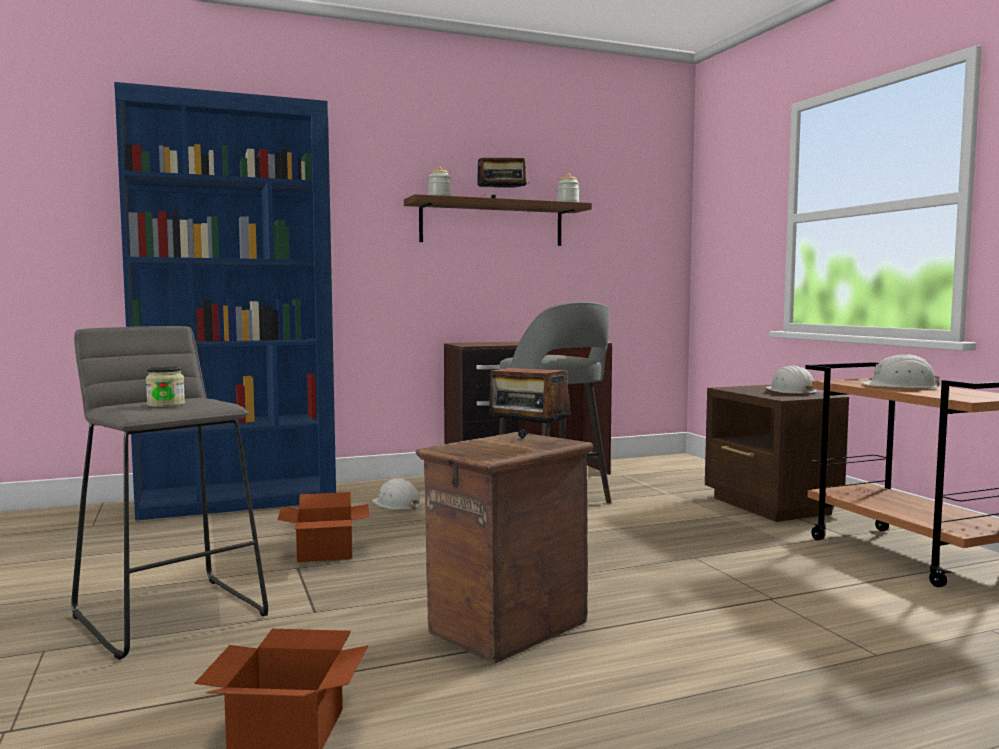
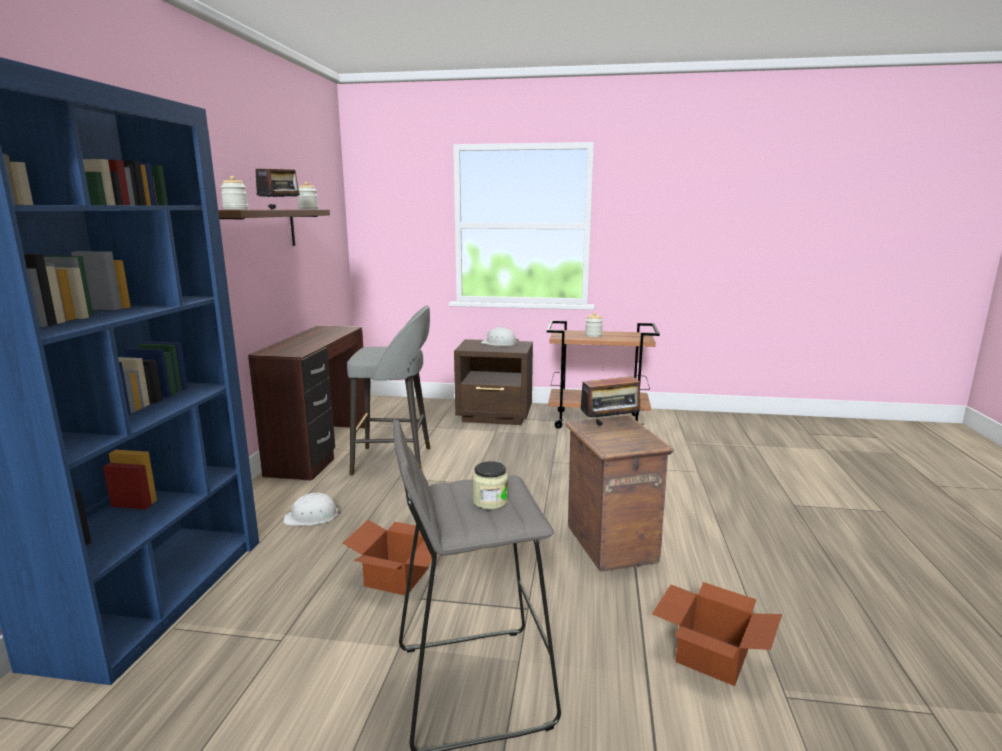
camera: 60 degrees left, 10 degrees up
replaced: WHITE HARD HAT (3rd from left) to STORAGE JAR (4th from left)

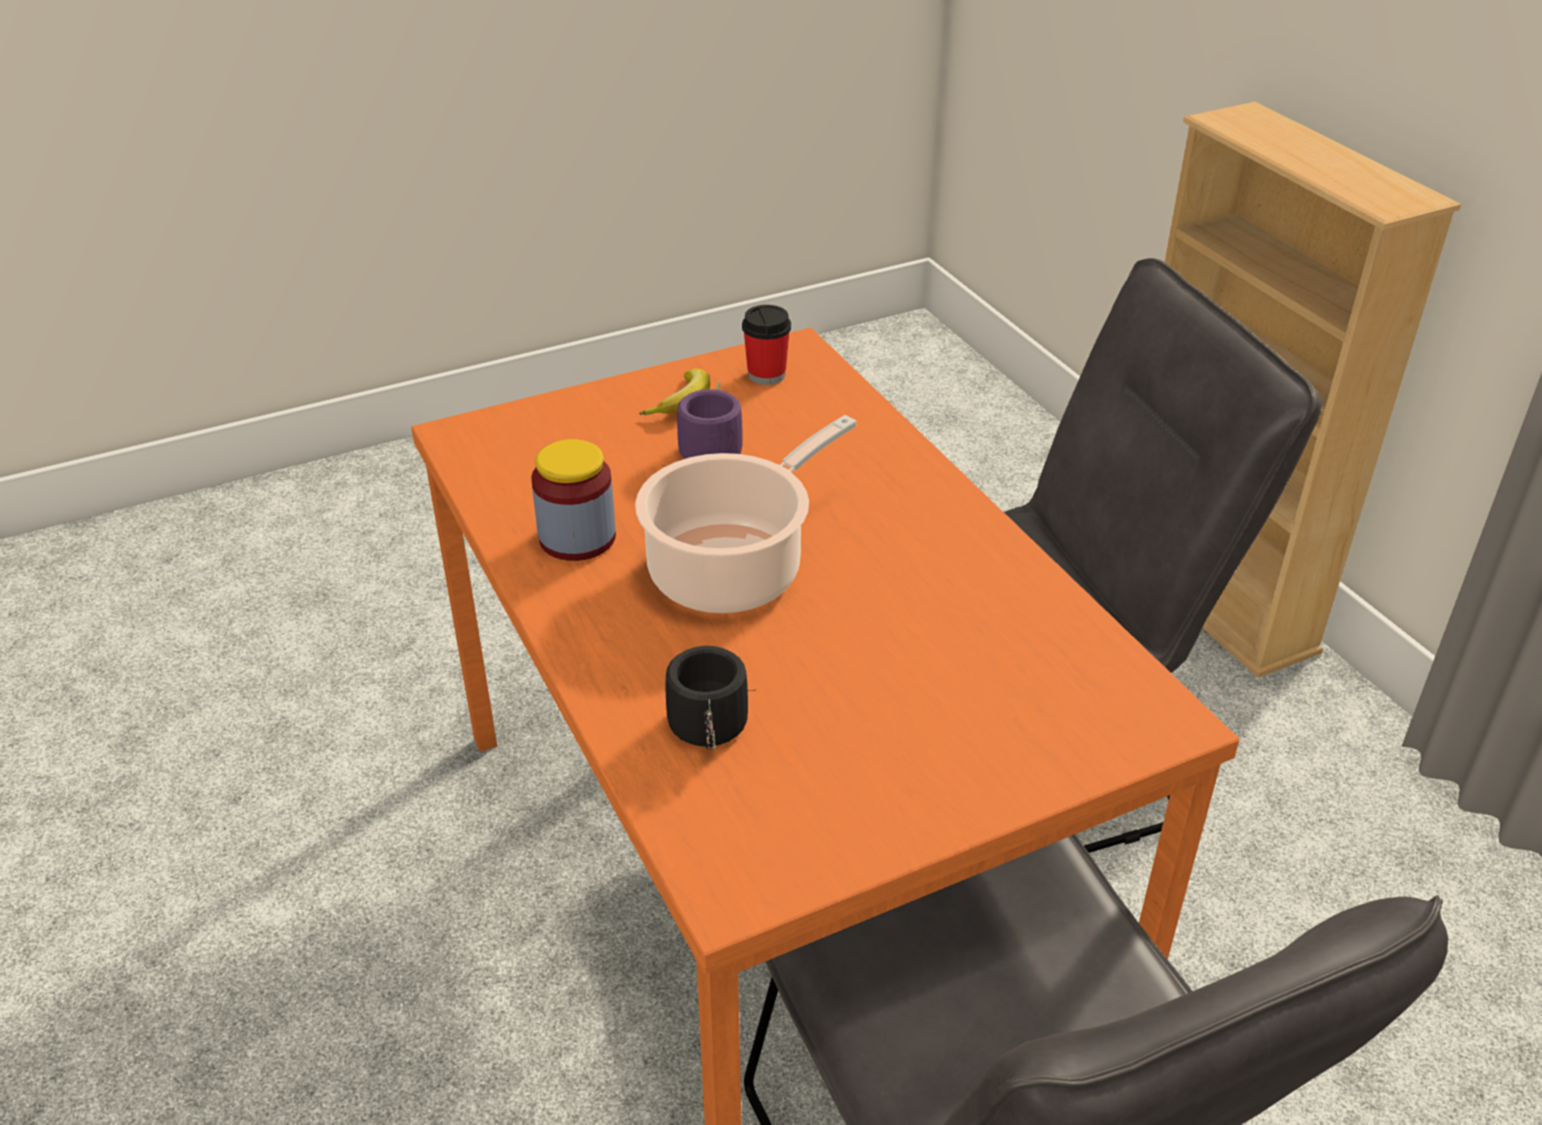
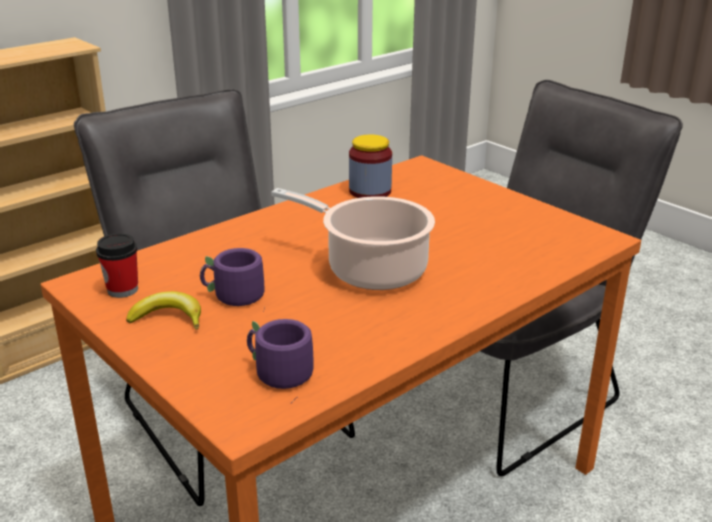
camera: 105 degrees left, 10 degrees down
removed: BLACK-COLOURED TEA MUG
added: PURPLISH TEA MUG (2nd from left)
moved: STORAGE JAR

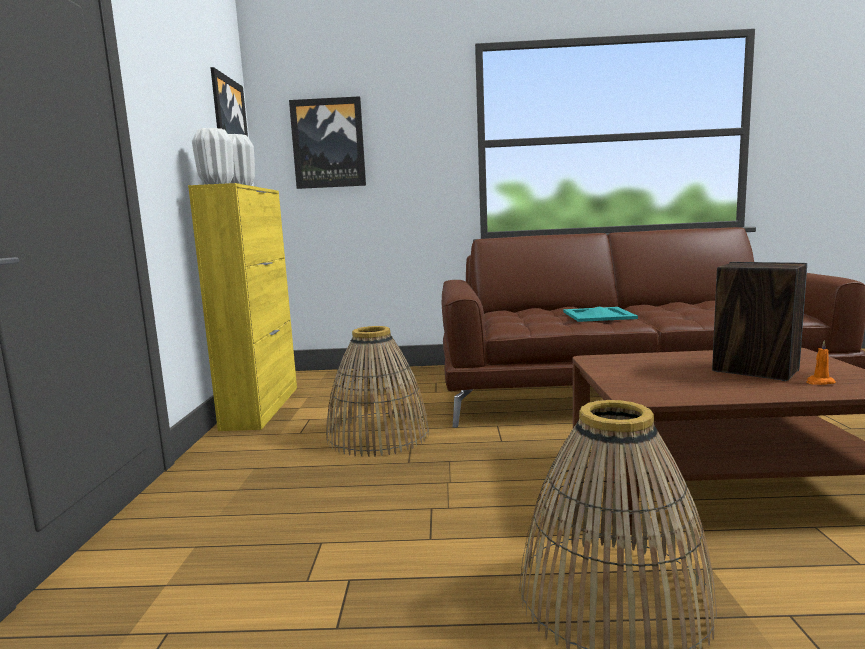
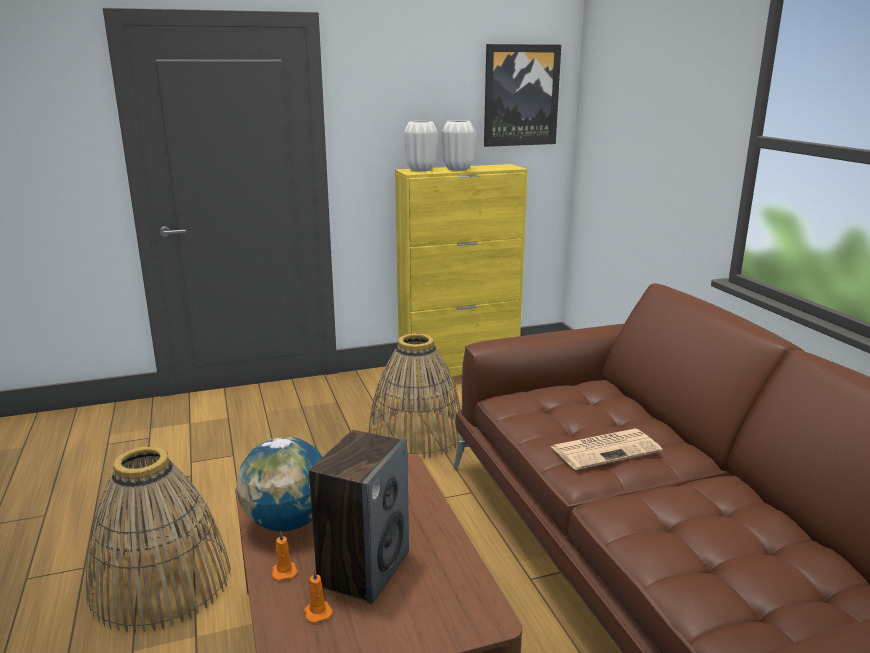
camera: 70 degrees right, 10 degrees up
removed: WALL PICTURE (2nd from left)
added: GLOBE; ORANGE-COLOURED WAX CANDLE (1st from left)
replaced: TURQUOISE SERVING TRAY to NEWSPAPER

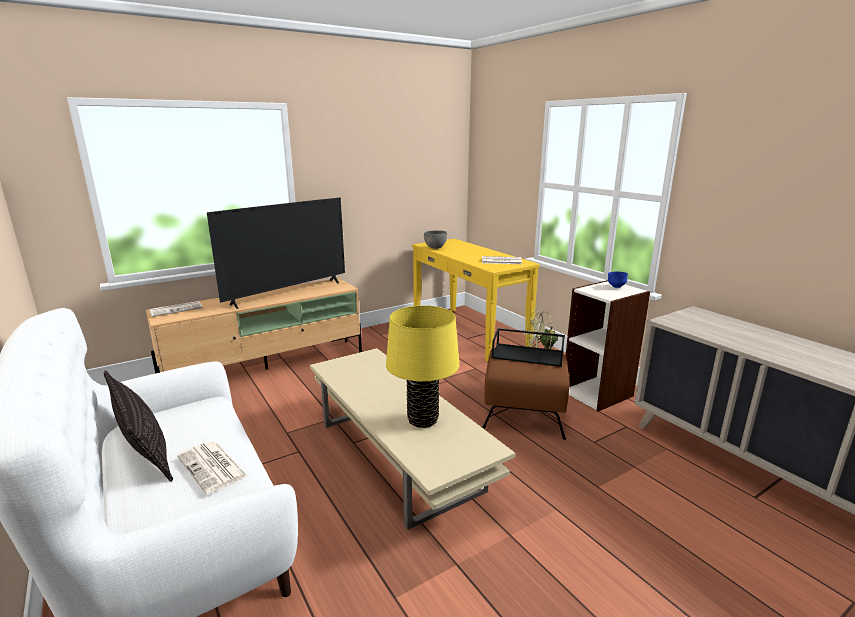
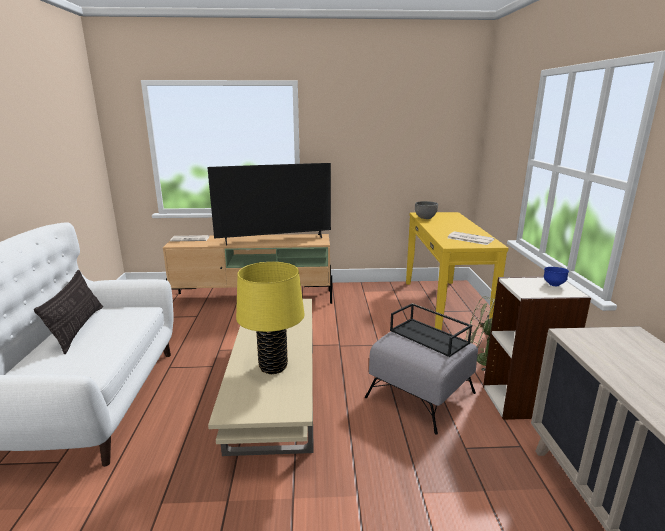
camera: 30 degrees right, 0 degrees up
removed: NEWSPAPER (2nd from left)
recoloured: BROWN POUFFE to GREY POUFFE

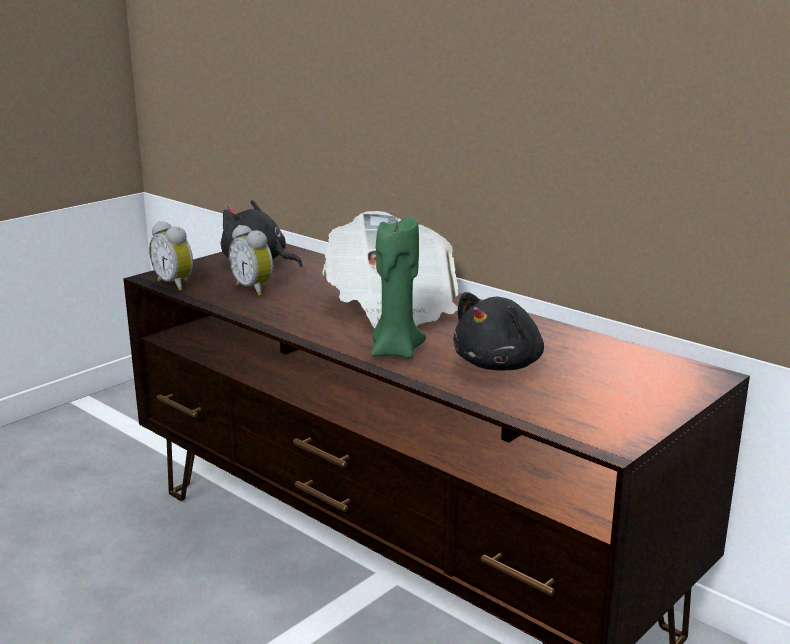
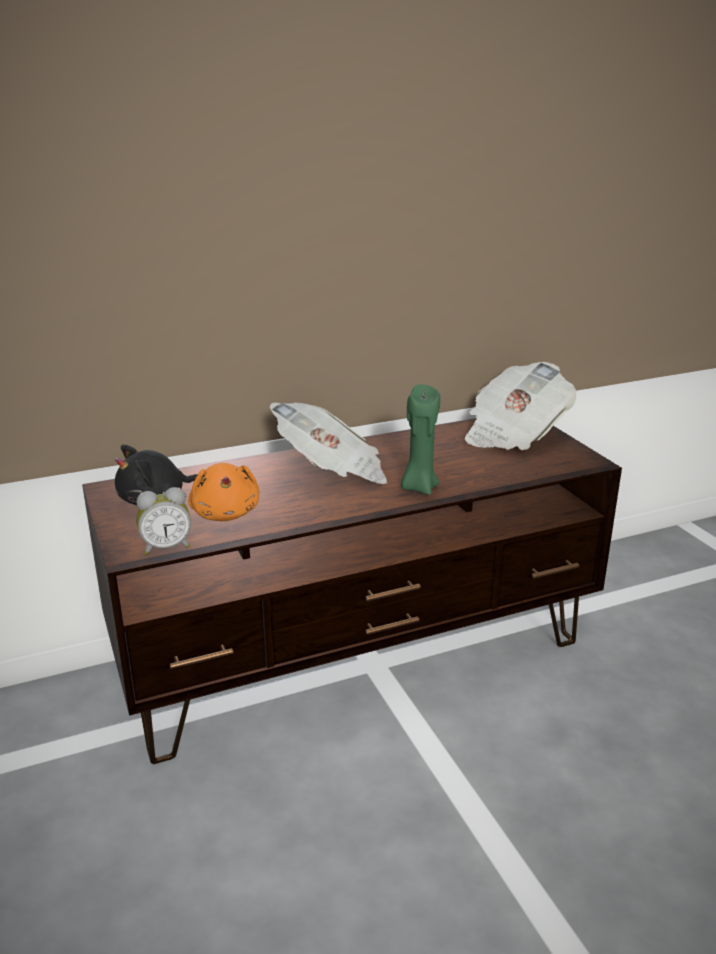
camera: 65 degrees left, 5 degrees up
removed: BLACK-COLOURED PLUSH TOY (2nd from left)
added: NEWSPAPER (2nd from left)
replaced: ALARM CLOCK (2nd from left) to ORANGE-COLOURED PLUSH TOY

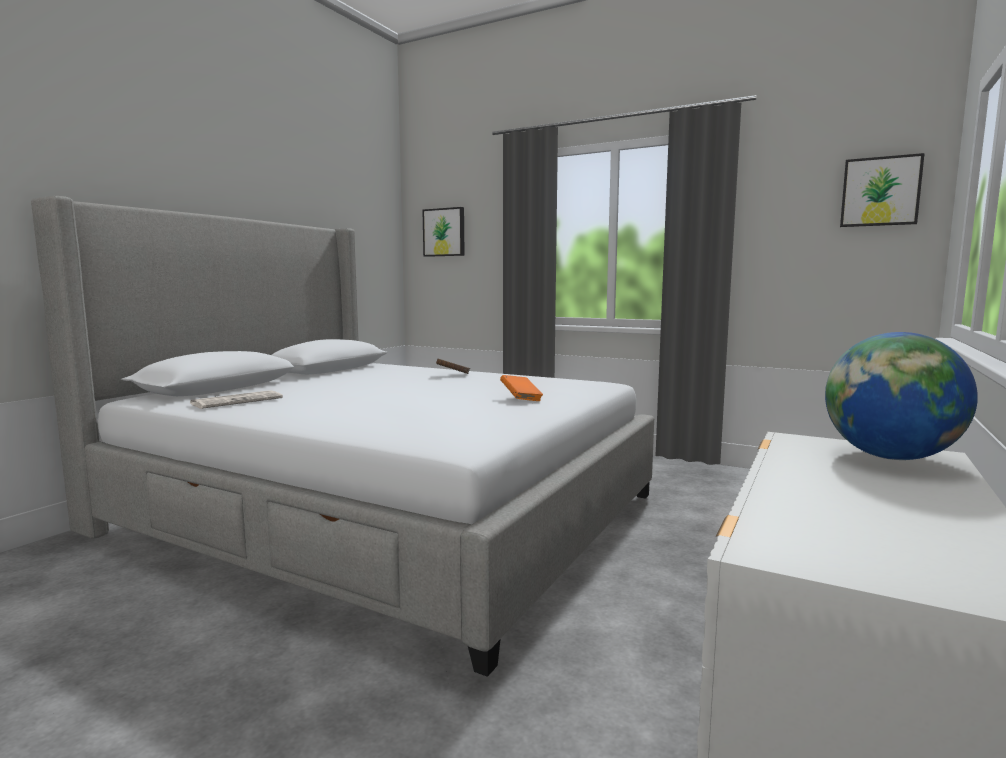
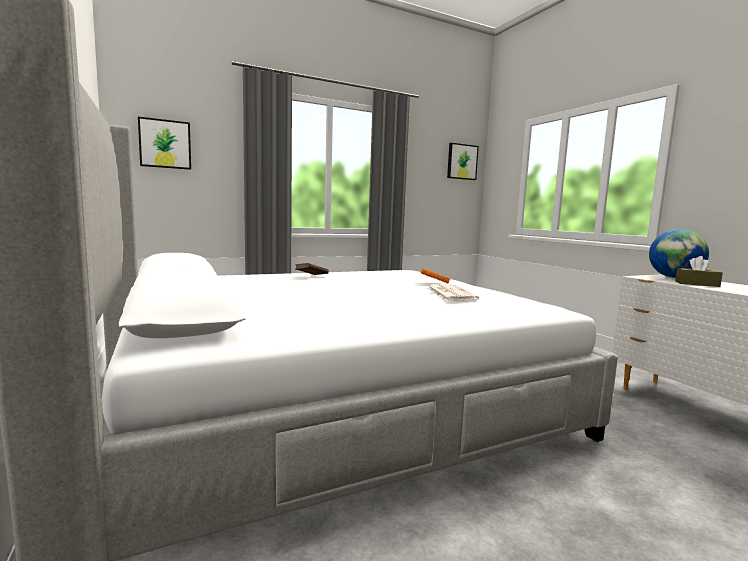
camera: 55 degrees left, 0 degrees up
added: BROWN TISSUE HOLDER
moved: NEWSPAPER

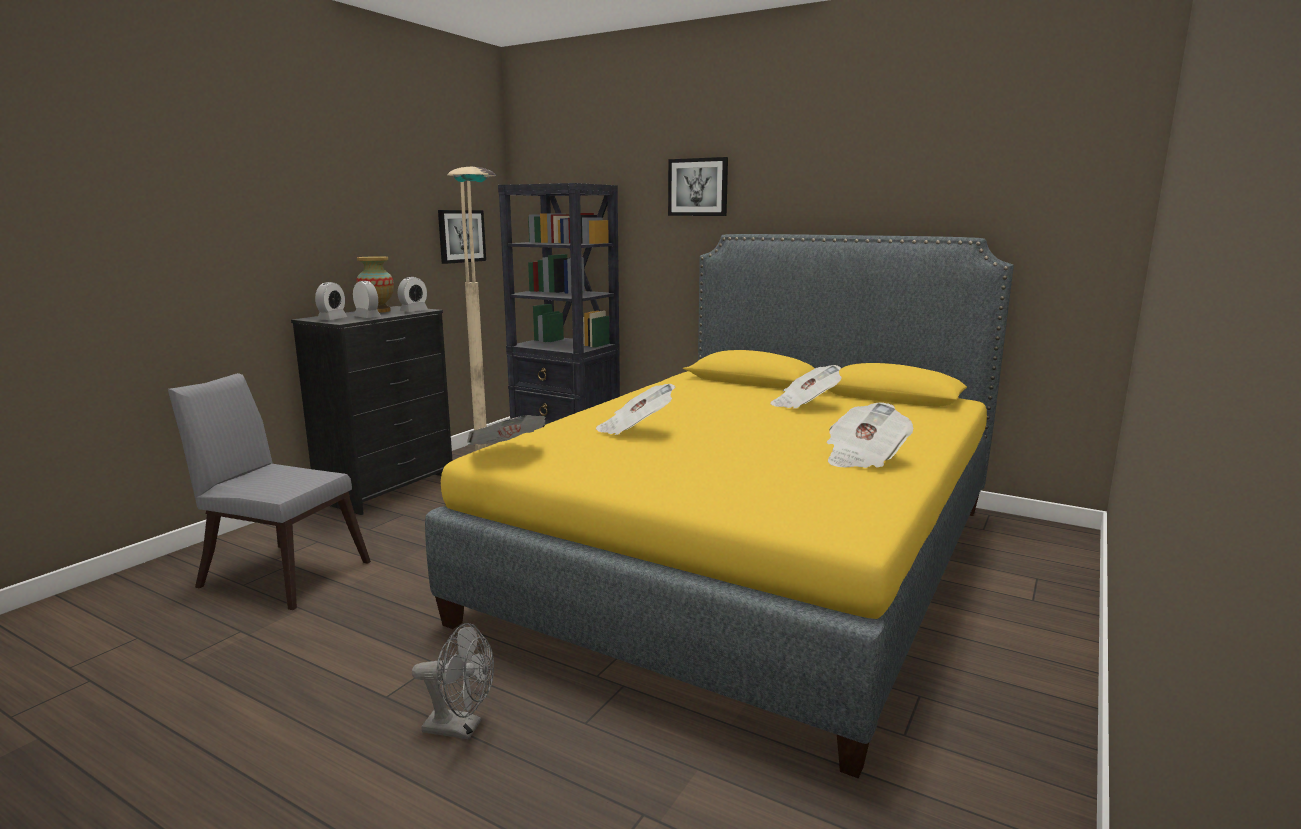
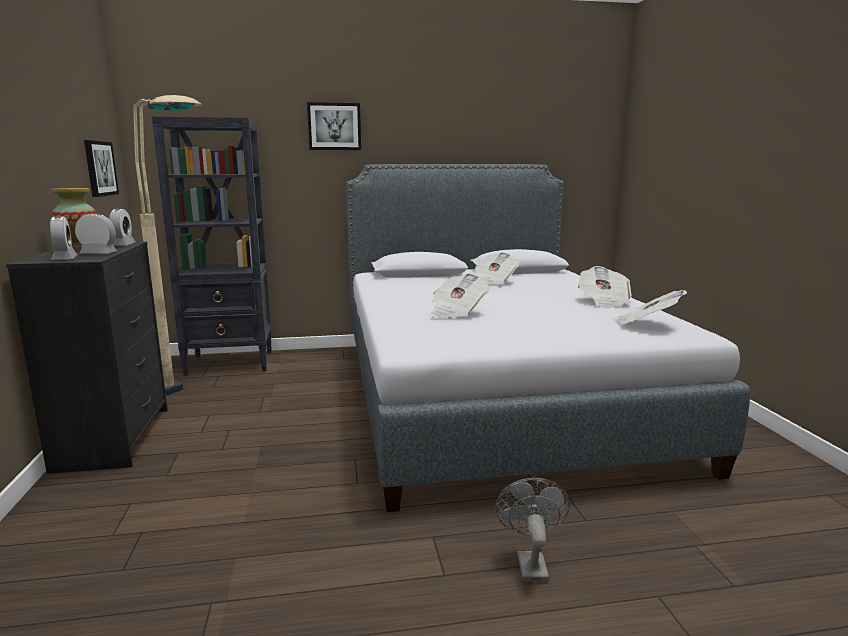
camera: 40 degrees left, 0 degrees up
removed: GREY PLAIN CHAIR
moved: NEWSPAPER (1st from left in the first image) to NEWSPAPER (4th from left)
recoloured: YELLOW BED to GREY BED
turned: GREY ELECTRIC FAN 60 degrees counterclockwise

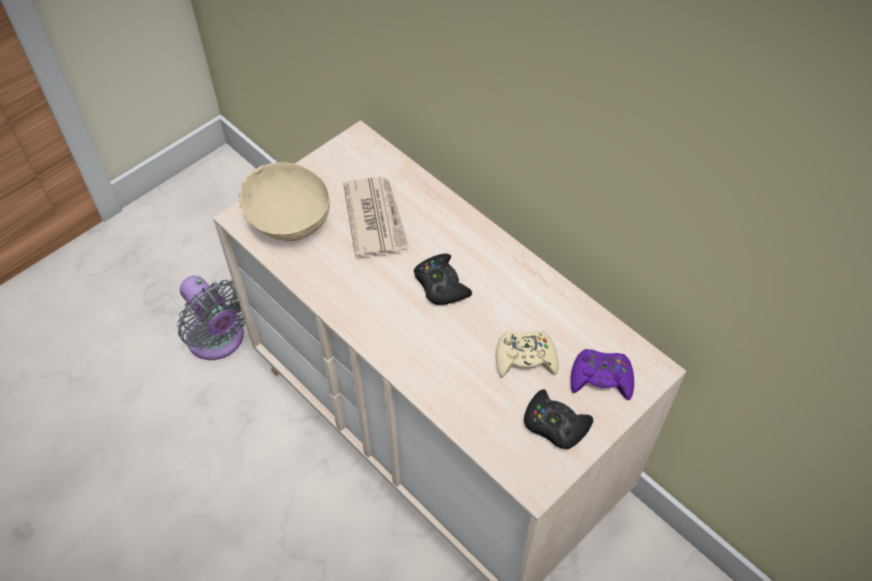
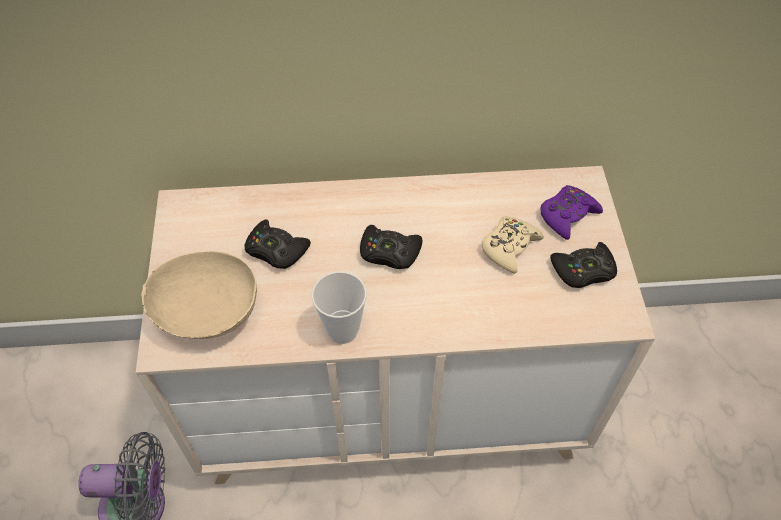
camera: 50 degrees left, 0 degrees up
added: DRINKING CUP
replaced: NEWSPAPER to BLACK-COLOURED GAME CONTROLLER (1st from left)

